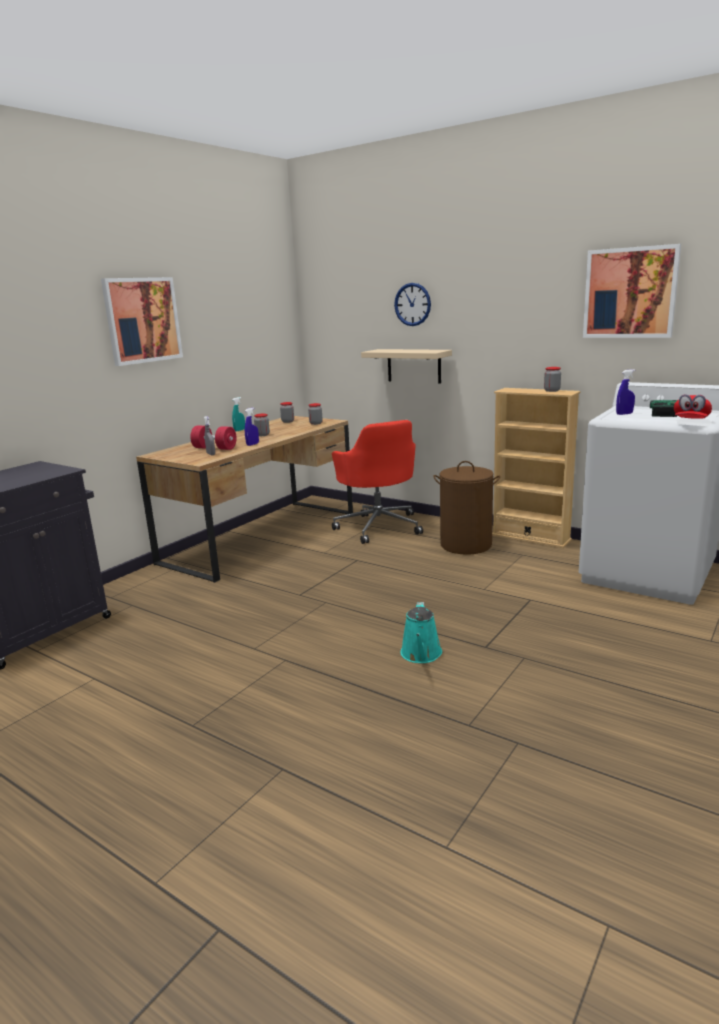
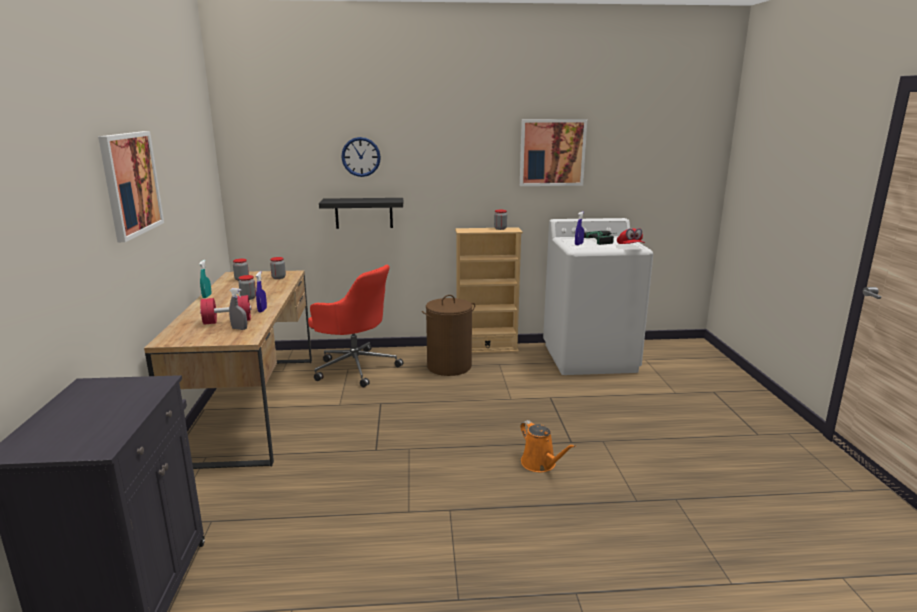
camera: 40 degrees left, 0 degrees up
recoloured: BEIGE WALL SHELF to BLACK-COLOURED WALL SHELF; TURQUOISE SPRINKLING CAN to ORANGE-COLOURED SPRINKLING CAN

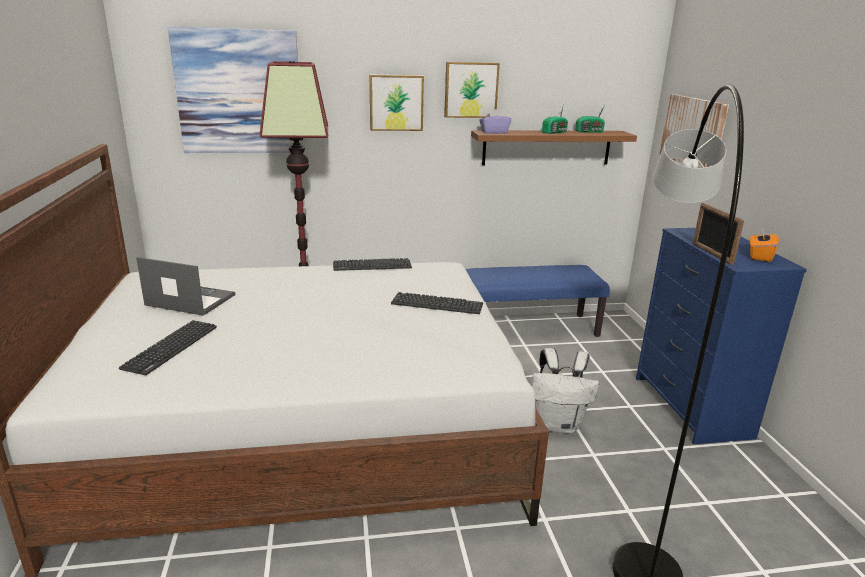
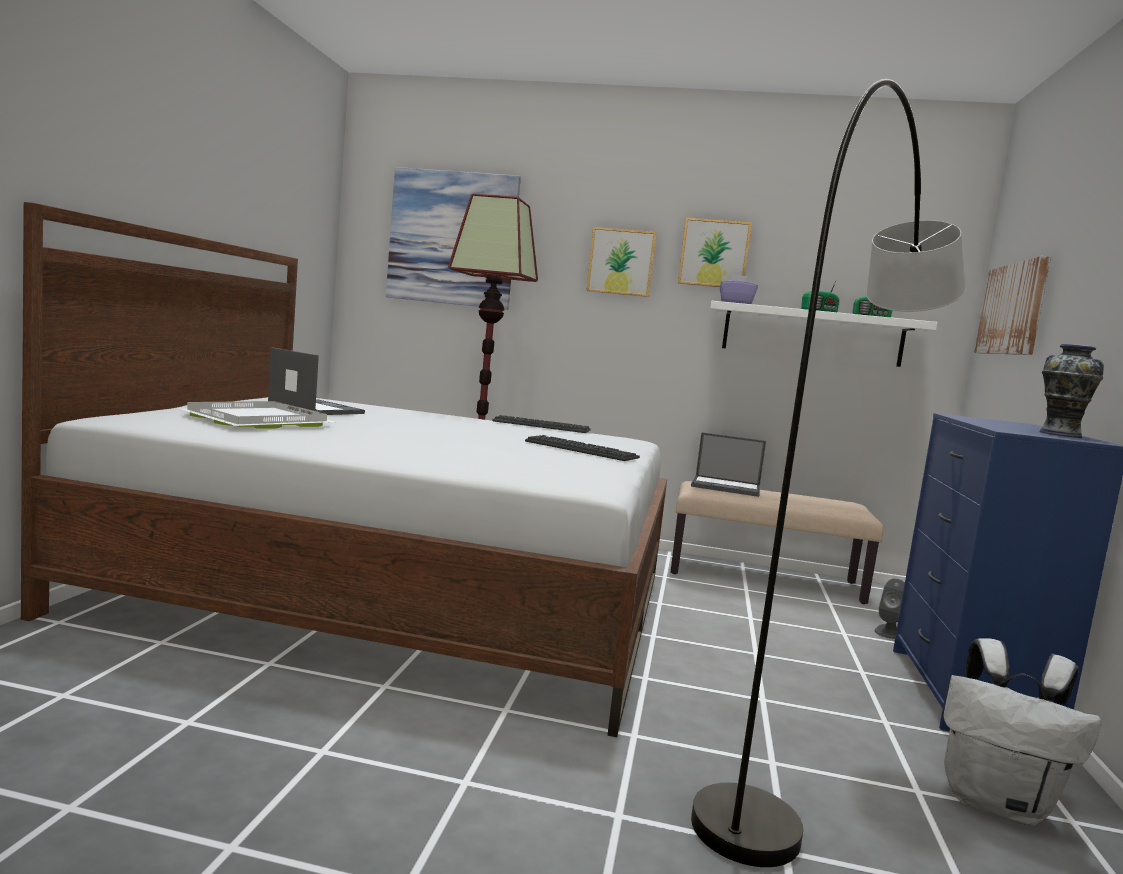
camera: 20 degrees right, 15 degrees down
removed: PICTURE FRAME
added: NOTEBOOK COMPUTER (2nd from left); GREY SPEAKER
moved: WHITE RUCKSACK
replaced: KEYBOARD (1st from left) to WHITE SERVING TRAY; ORANGE-COLOURED TISSUE HOLDER to FLOWER VASE
recoloured: BLUE-COLOURED BENCH to BEIGE BENCH; BROWN WALL SHELF to WHITE WALL SHELF

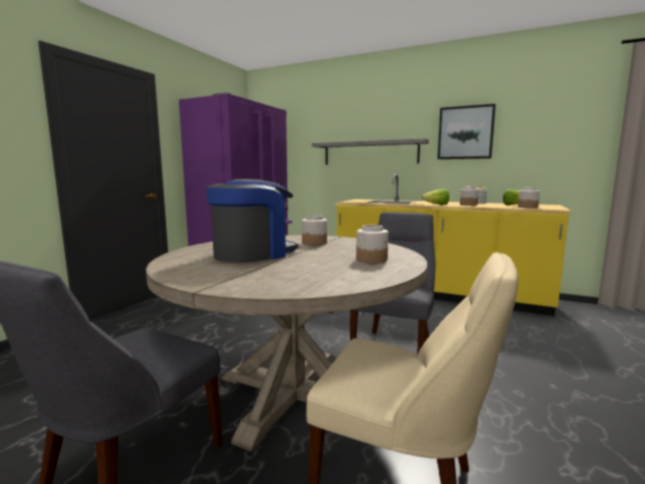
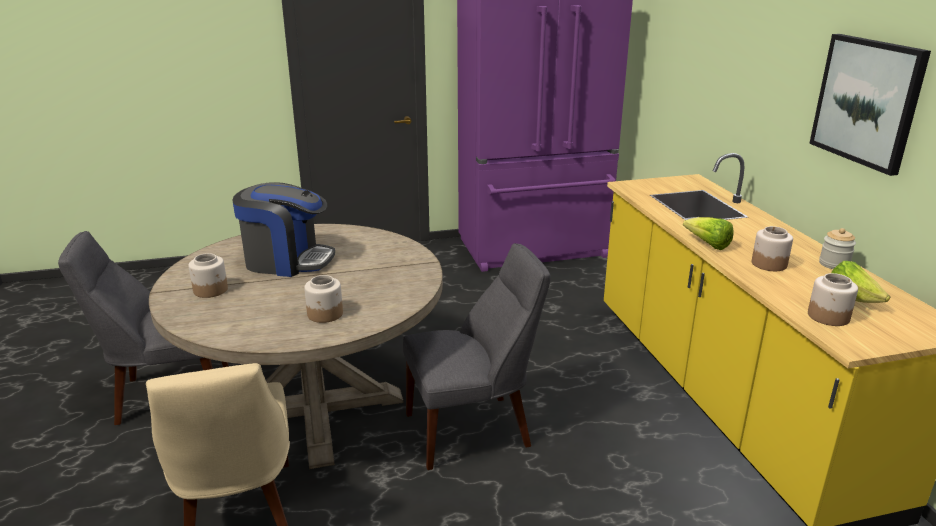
camera: 50 degrees right, 15 degrees up
removed: GREY WALL SHELF
moved: STORAGE JAR (1st from left)

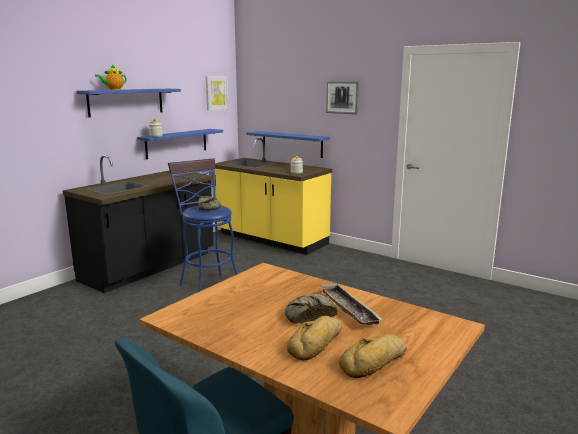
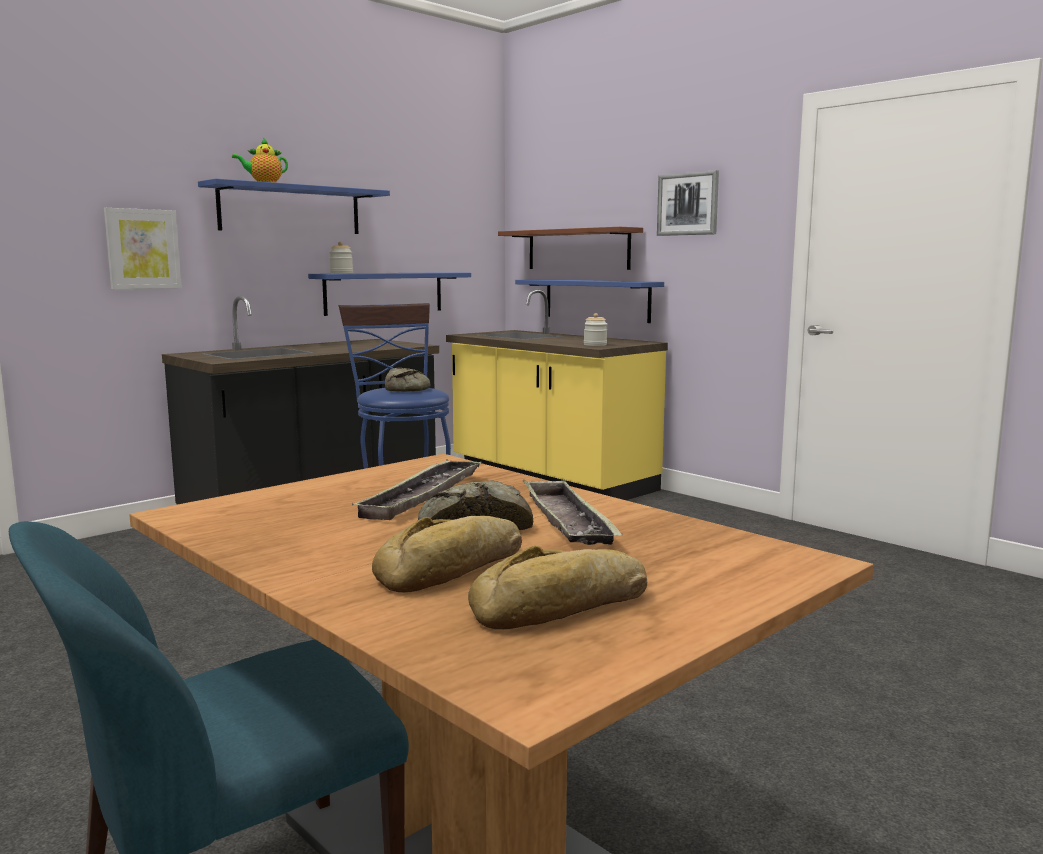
camera: 10 degrees right, 5 degrees down
added: SERVING TRAY (1st from left); BROWN WALL SHELF
moved: WALL PICTURE (1st from left)

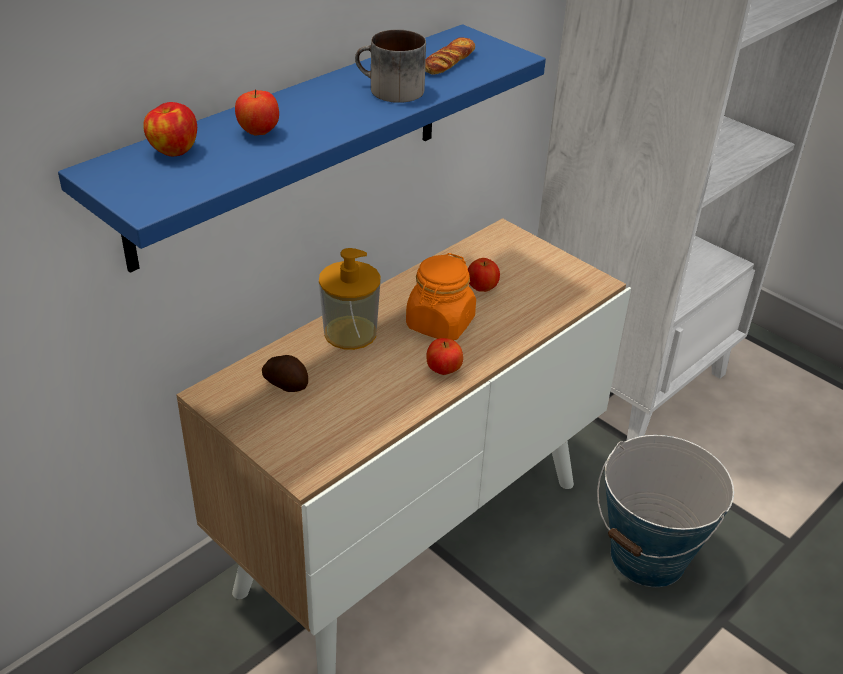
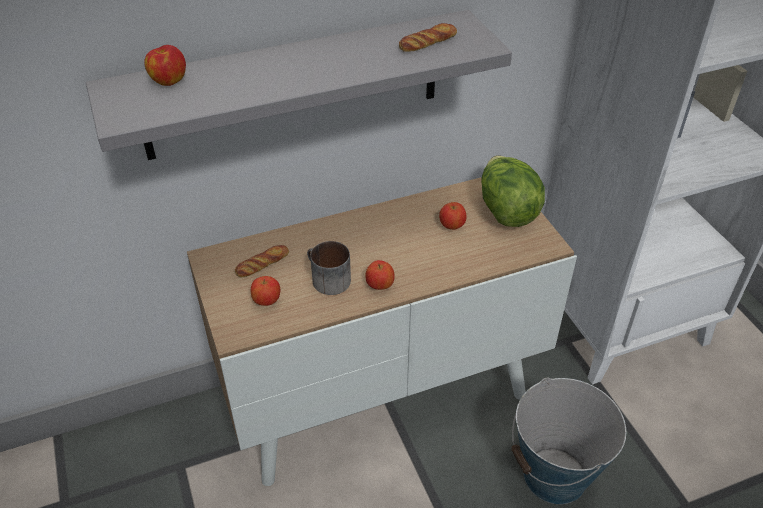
camera: 25 degrees right, 5 degrees up
removed: SOAP DISPENSER; ORANGE-COLOURED STORAGE JAR
added: LETTUCE
moved: APPLE FRUIT (2nd from left); TEA MUG
replaced: POTATO to BREAD (1st from left)
recoloured: BLUE-COLOURED WALL SHELF to GREY WALL SHELF

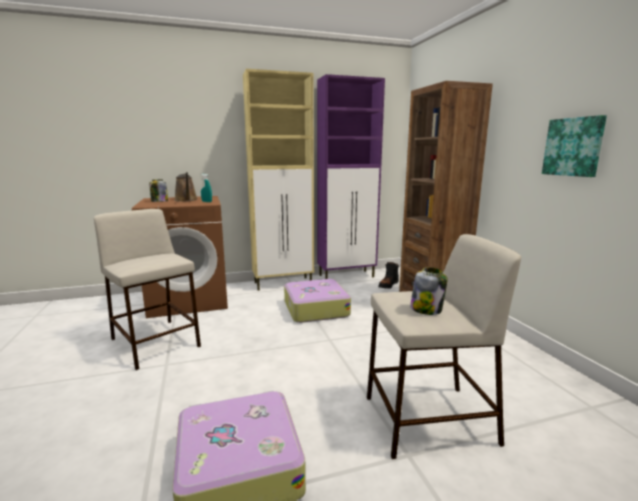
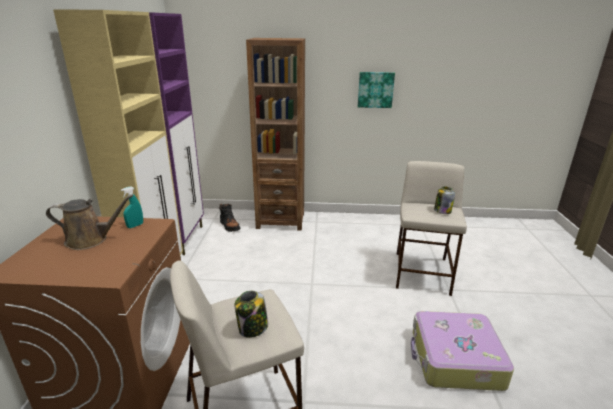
camera: 70 degrees left, 10 degrees up
removed: TRAVEL CASE (2nd from left)
moved: STORAGE JAR (1st from left)

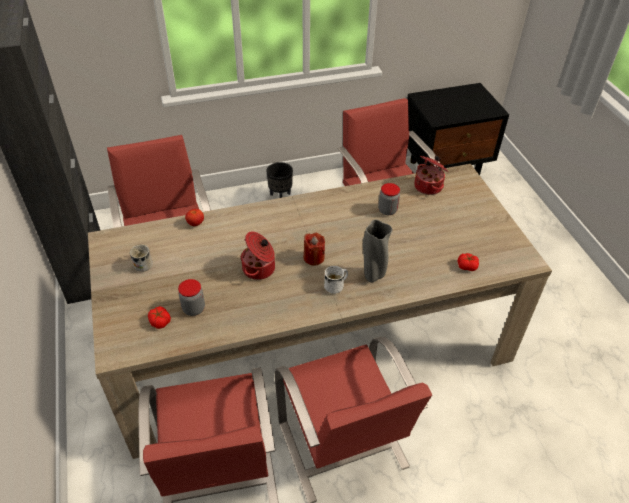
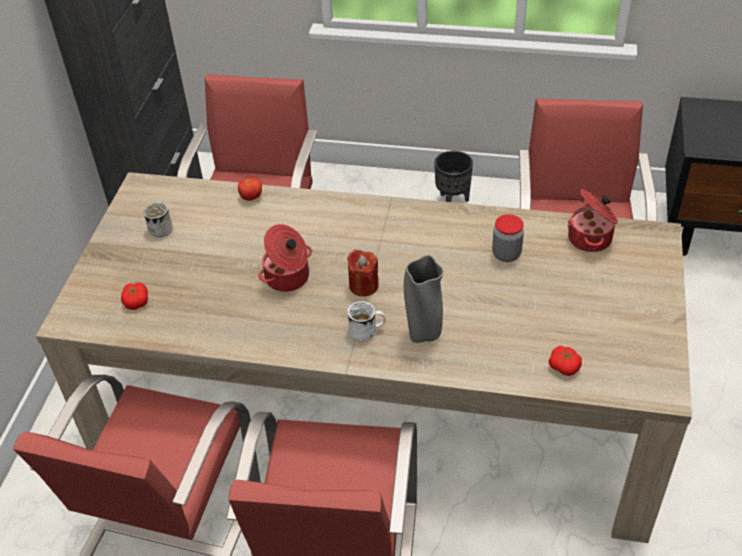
camera: 30 degrees right, 0 degrees up
removed: STORAGE JAR (1st from left)

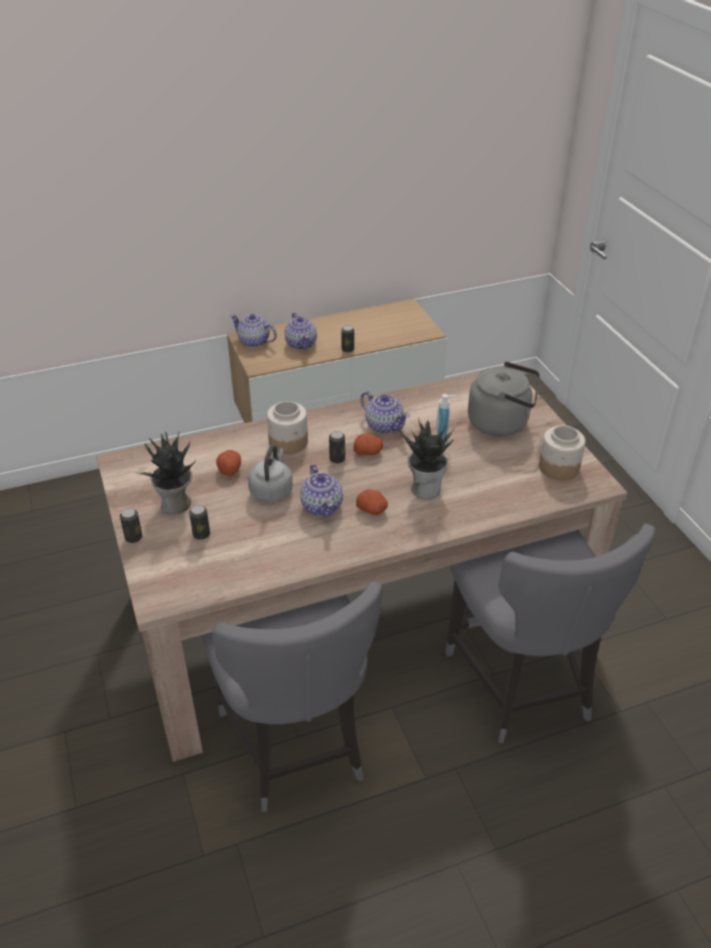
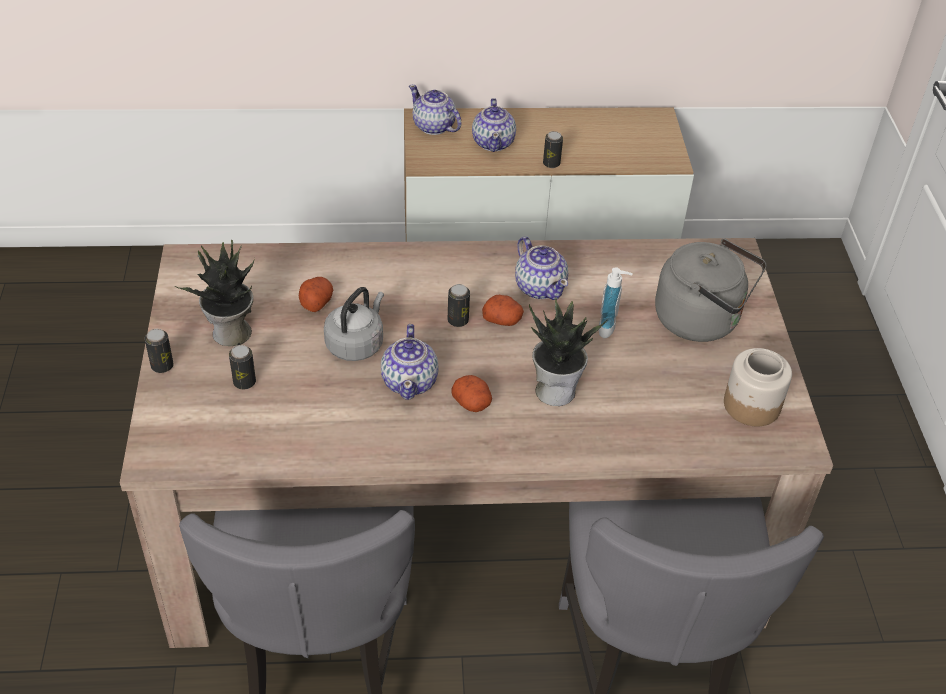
camera: 15 degrees right, 5 degrees up
removed: STORAGE JAR (1st from left)

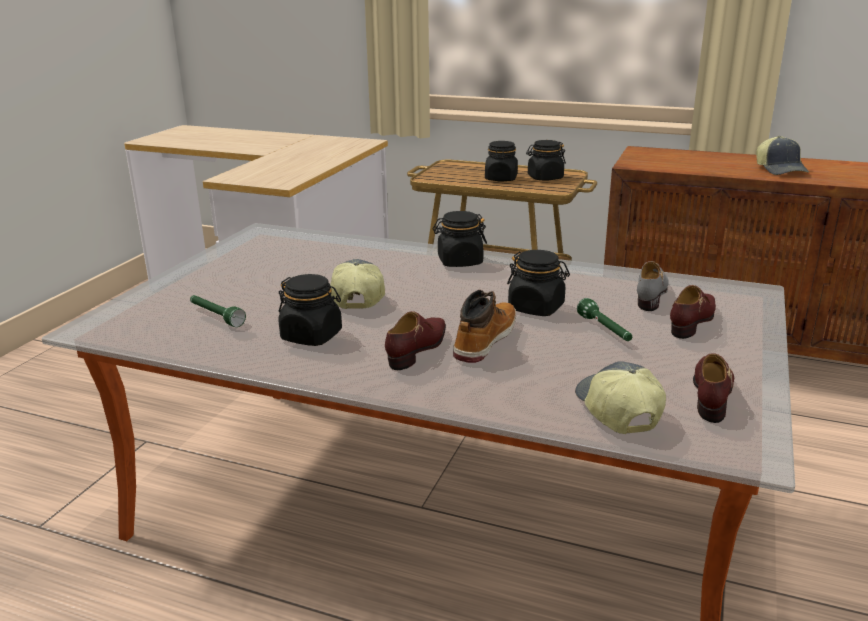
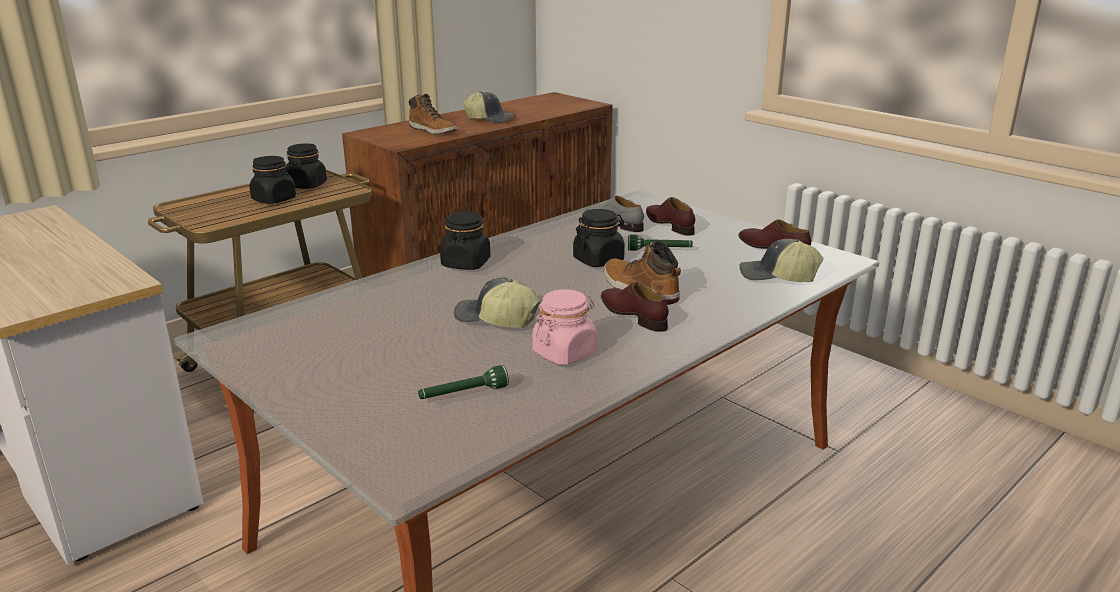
camera: 65 degrees left, 0 degrees up
added: BOOT (1st from left)
recoloured: BLACK-COLOURED STORAGE JAR (1st from left) to PINK STORAGE JAR

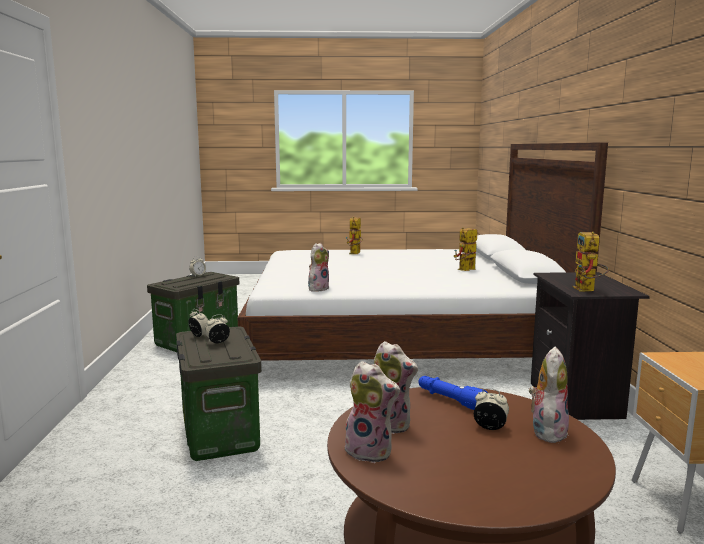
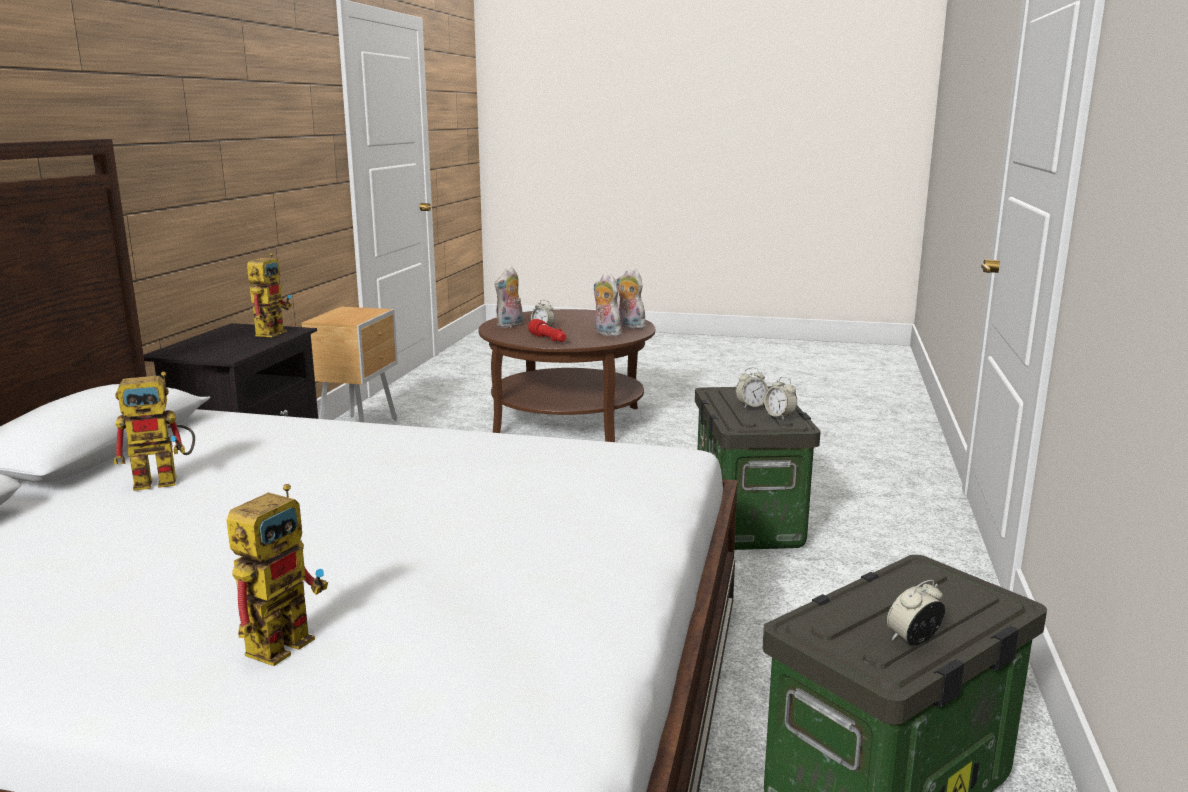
camera: 165 degrees left, 5 degrees up
removed: PLUSH TOY (1st from left)
recoloured: BLUE-COLOURED FLASHLIGHT to REDDISH FLASHLIGHT

